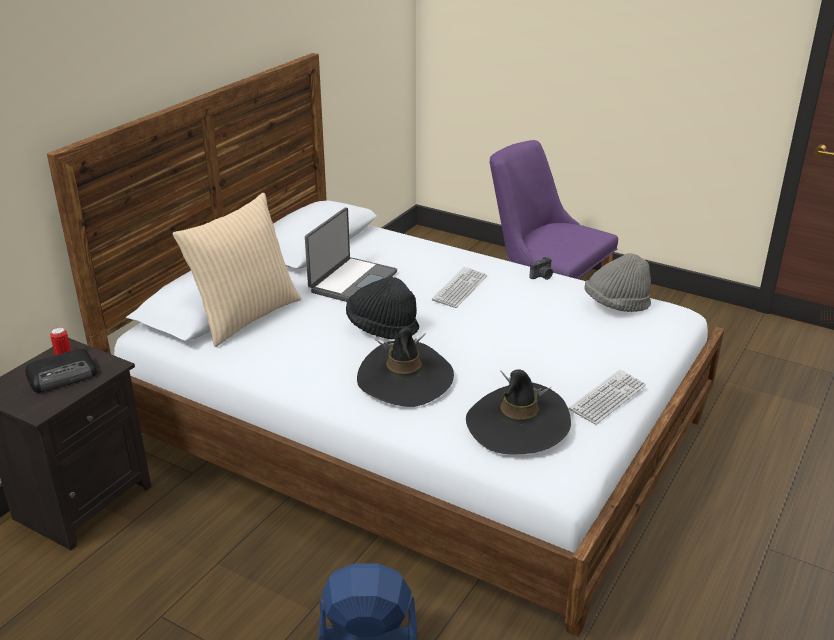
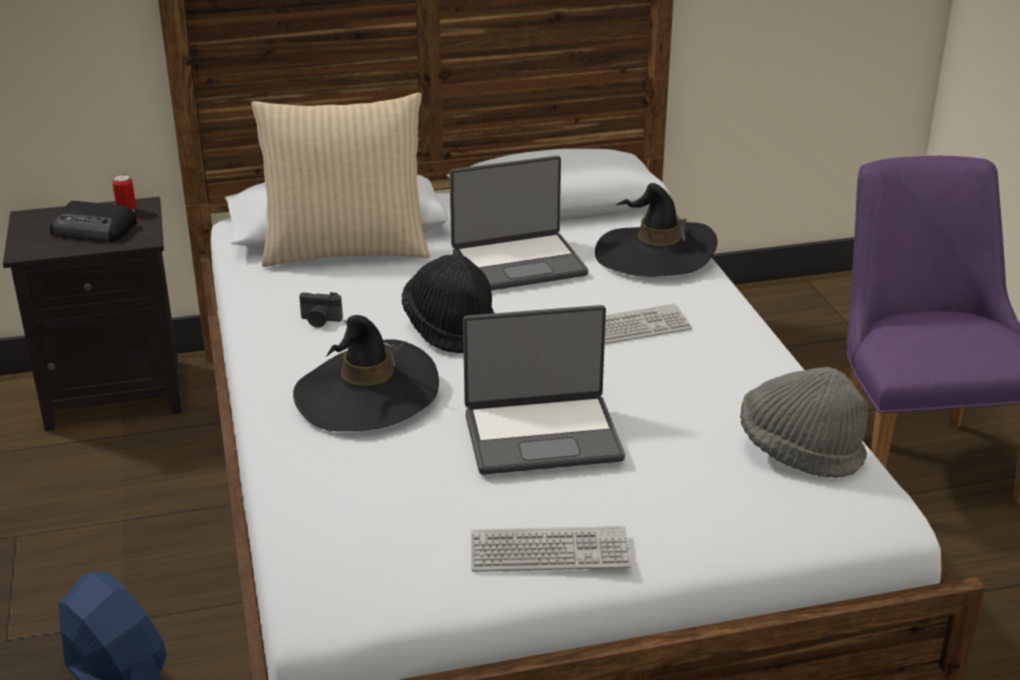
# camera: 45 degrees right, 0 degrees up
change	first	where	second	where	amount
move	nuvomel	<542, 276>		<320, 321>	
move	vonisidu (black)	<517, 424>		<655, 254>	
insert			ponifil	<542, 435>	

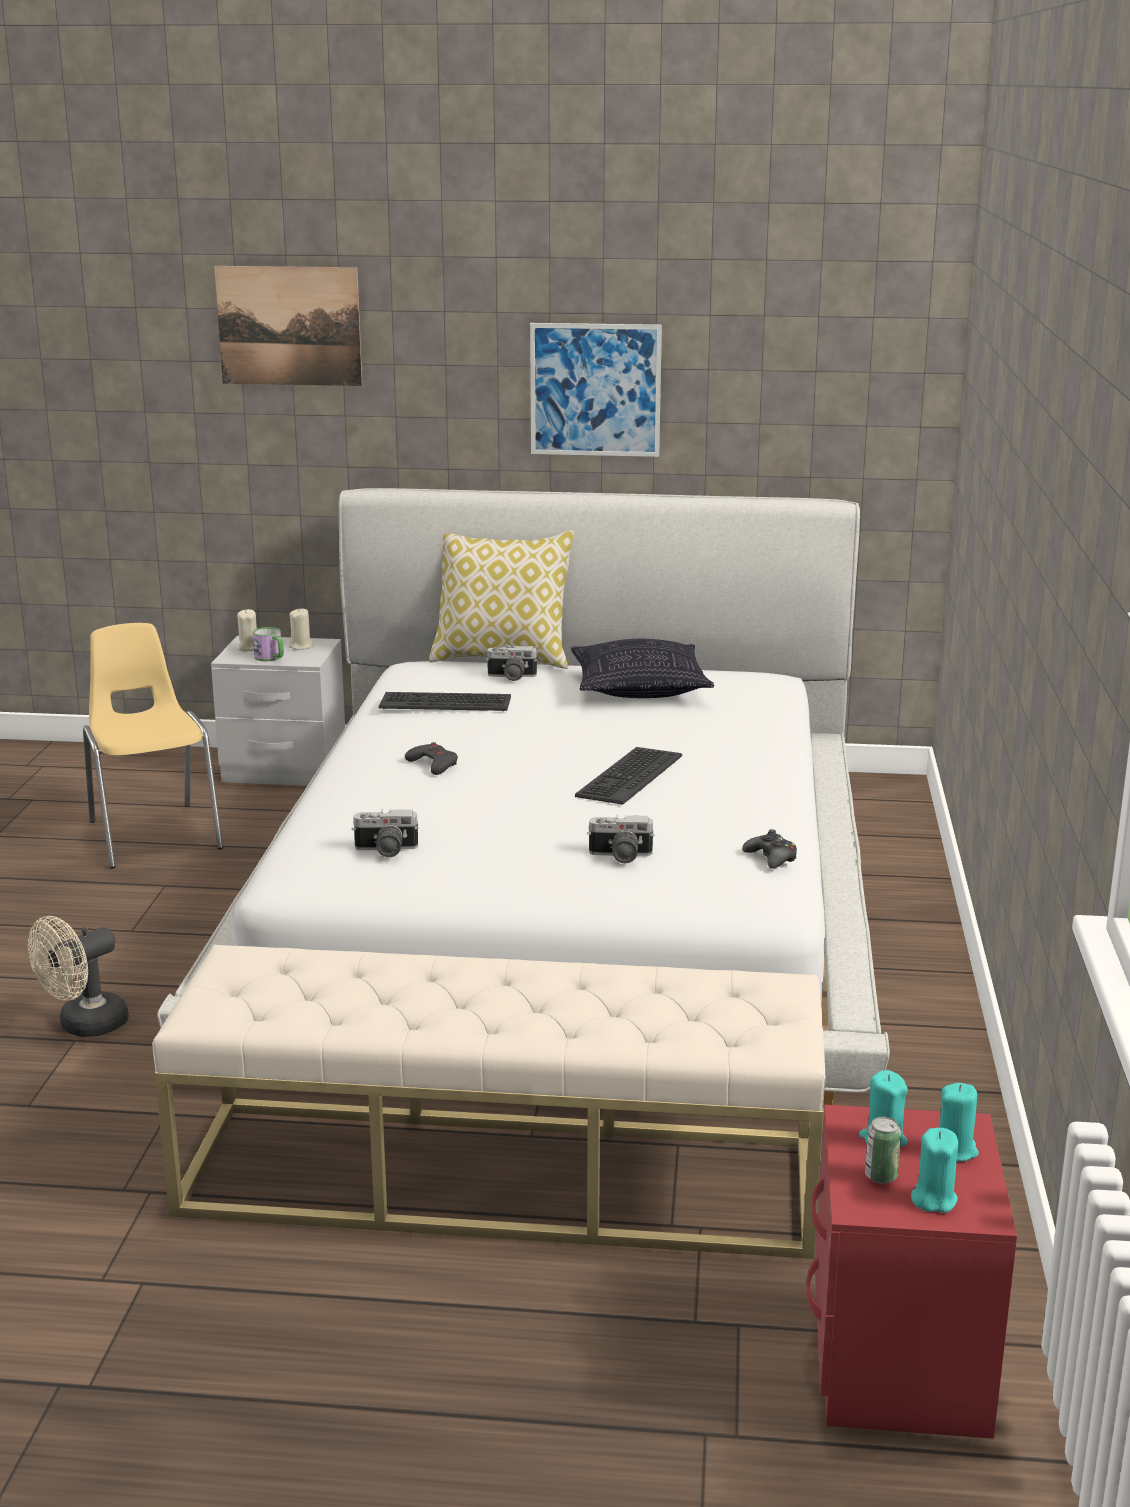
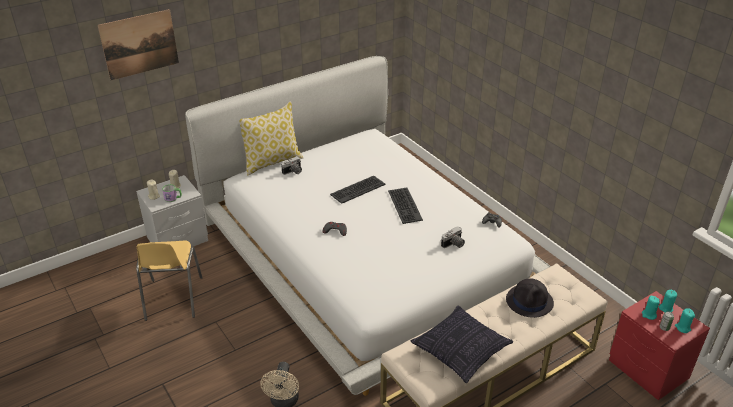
# camera: 40 degrees left, 15 degrees up
change	first	where	second	where	amount
delete	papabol	<595, 390>			
rotate	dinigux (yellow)	<154, 834>		<173, 299>	120 degrees counterclockwise
move	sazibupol	<639, 689>		<461, 351>	
move	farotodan	<445, 703>		<357, 189>	
delete	nuvomel	<385, 851>			
insert			vonisidu (black)	<530, 301>	

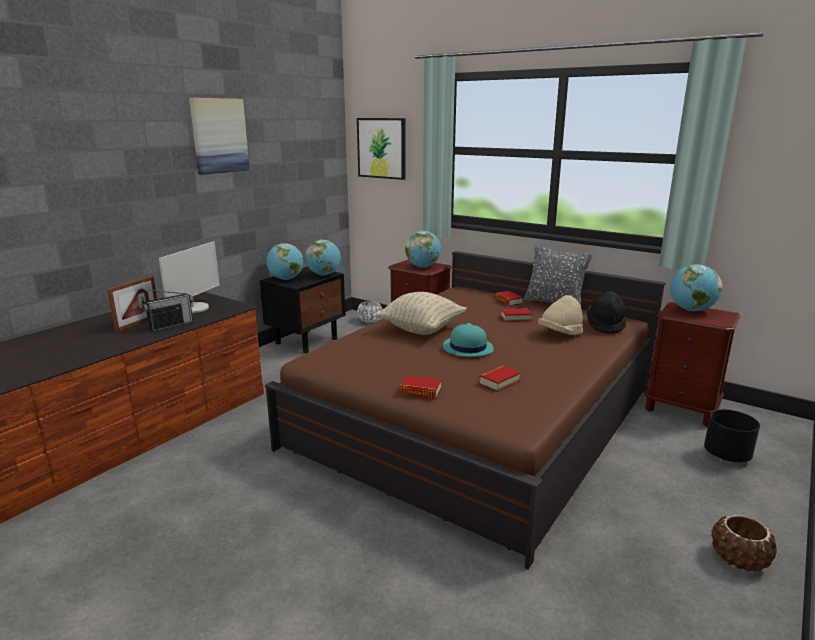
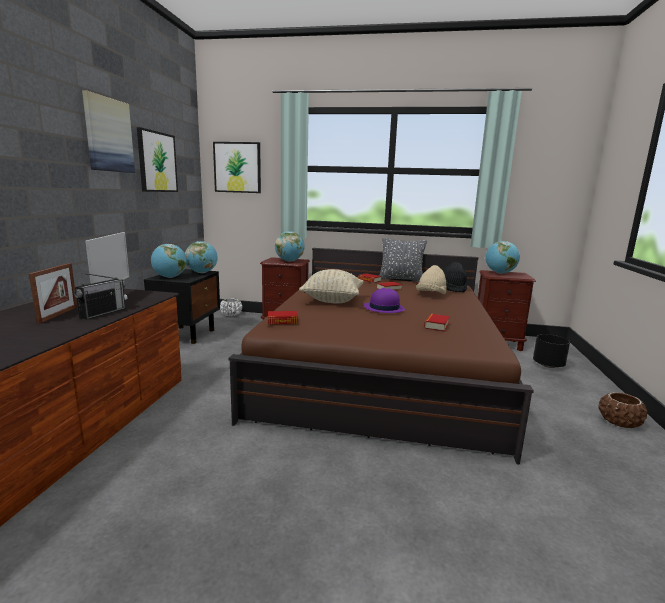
# camera: 25 degrees left, 5 degrees down
change	first	where	second	where	amount
recolor	vonisidu (turquoise)	<467, 348>	vonisidu (purple)	<383, 308>	
move	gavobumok	<420, 391>		<282, 321>	
insert			papabol	<157, 162>	

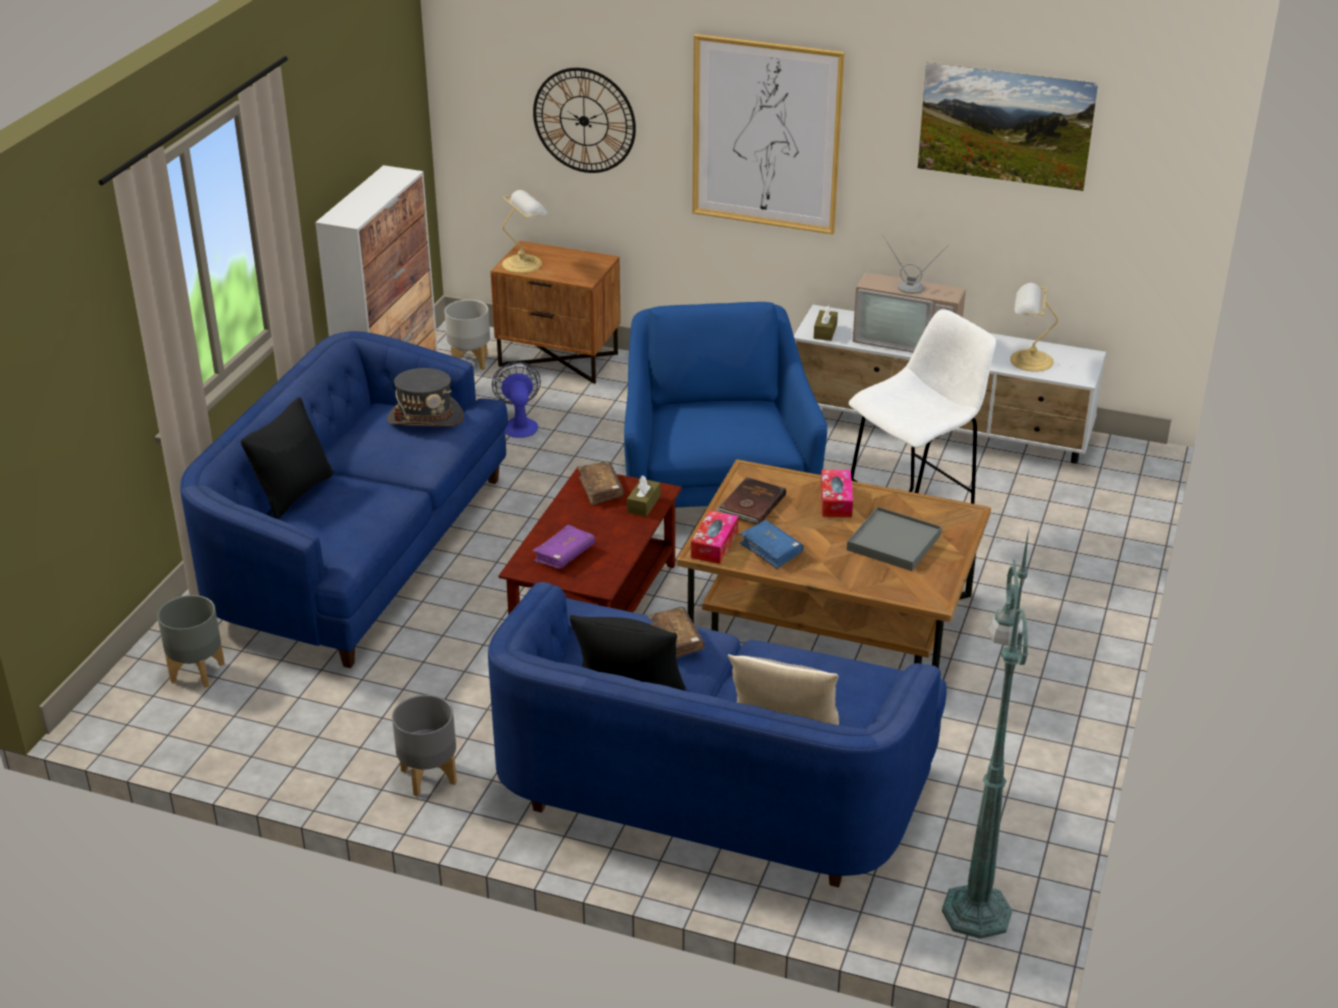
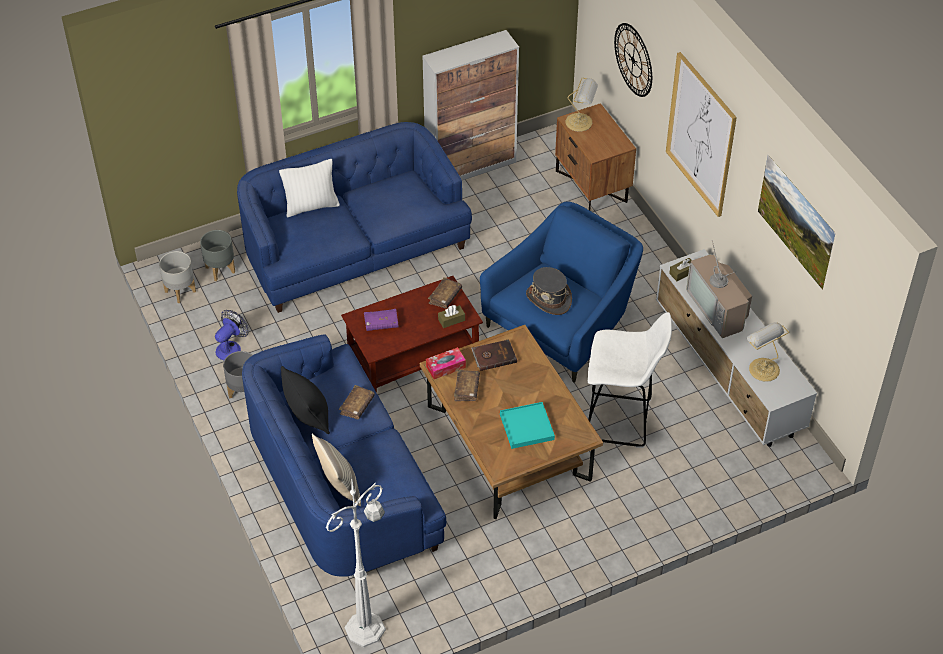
# camera: 45 degrees right, 15 degrees up
change	first	where	second	where	amount
move	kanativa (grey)	<469, 362>		<180, 291>	
move	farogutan	<519, 424>		<231, 347>	
move	vonisidu (grey)	<425, 418>		<549, 299>	
recolor	sazibupol (black)	<294, 494>	sazibupol (white)	<311, 206>	
delete	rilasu	<836, 501>			
recolor	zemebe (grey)	<894, 542>	zemebe (turquoise)	<527, 427>	
recolor	gavobumok (blue)	<771, 550>	gavobumok (brown)	<466, 389>	
recolor	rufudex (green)	<976, 909>	rufudex (white)	<367, 627>	

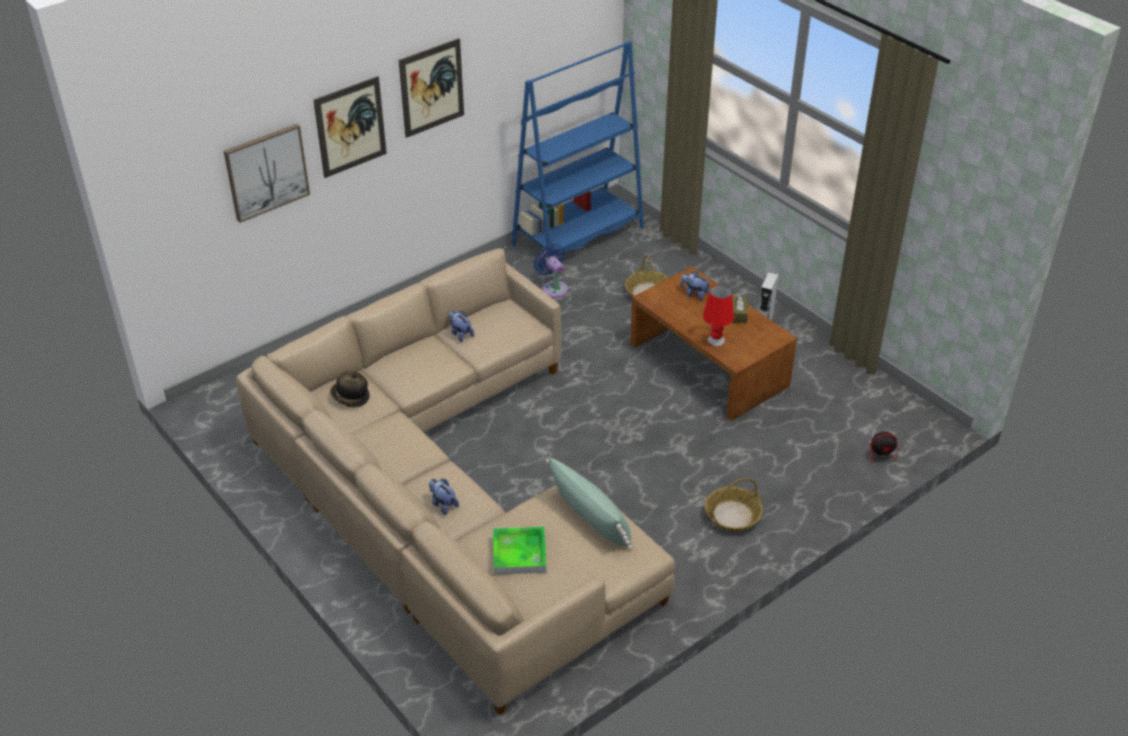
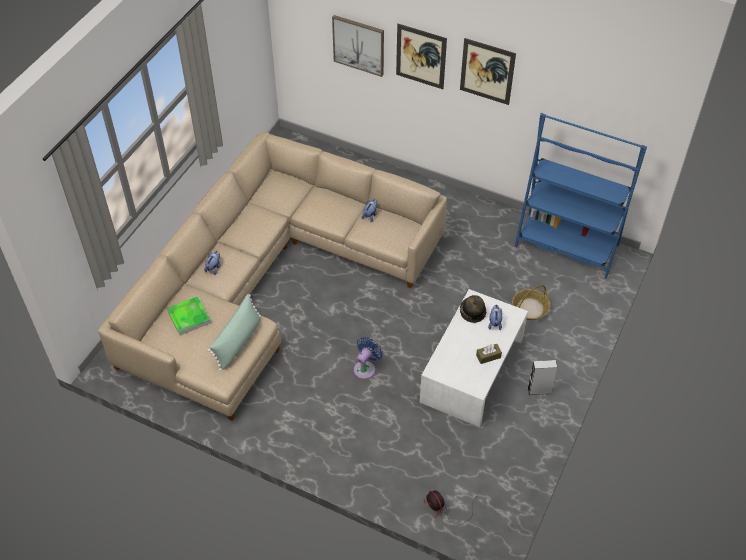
# camera: 65 degrees right, 10 degrees up
change	first	where	second	where	amount
move	farogutan (blue)	<553, 288>		<366, 368>	
recolor	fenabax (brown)	<708, 365>	fenabax (white)	<471, 370>	
delete	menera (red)	<716, 340>			
move	vonisidu	<350, 397>		<472, 312>	
delete	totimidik	<732, 515>			

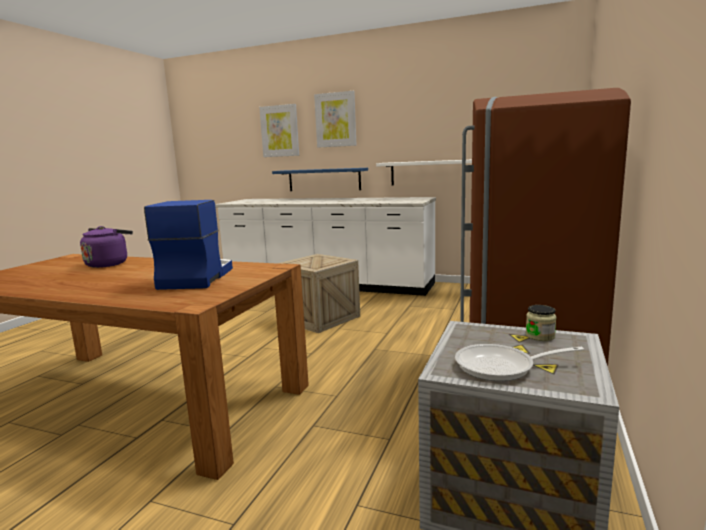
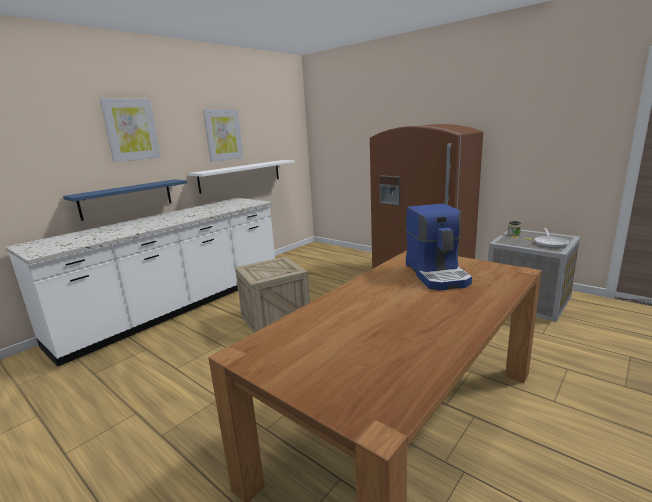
# camera: 70 degrees left, 5 degrees up
change	first	where	second	where	amount
move	papabol	<279, 131>		<223, 135>	
rotate	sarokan	<196, 278>		<438, 274>	120 degrees counterclockwise
delete	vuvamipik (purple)	<109, 264>			

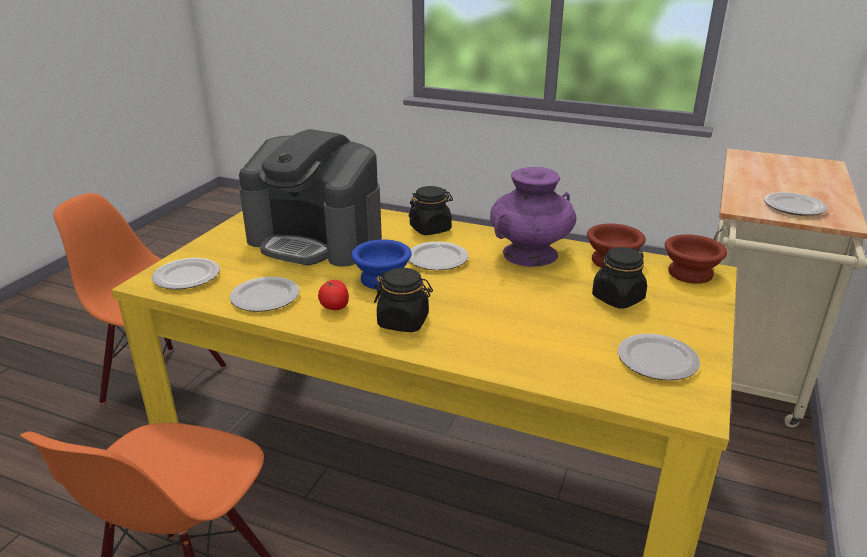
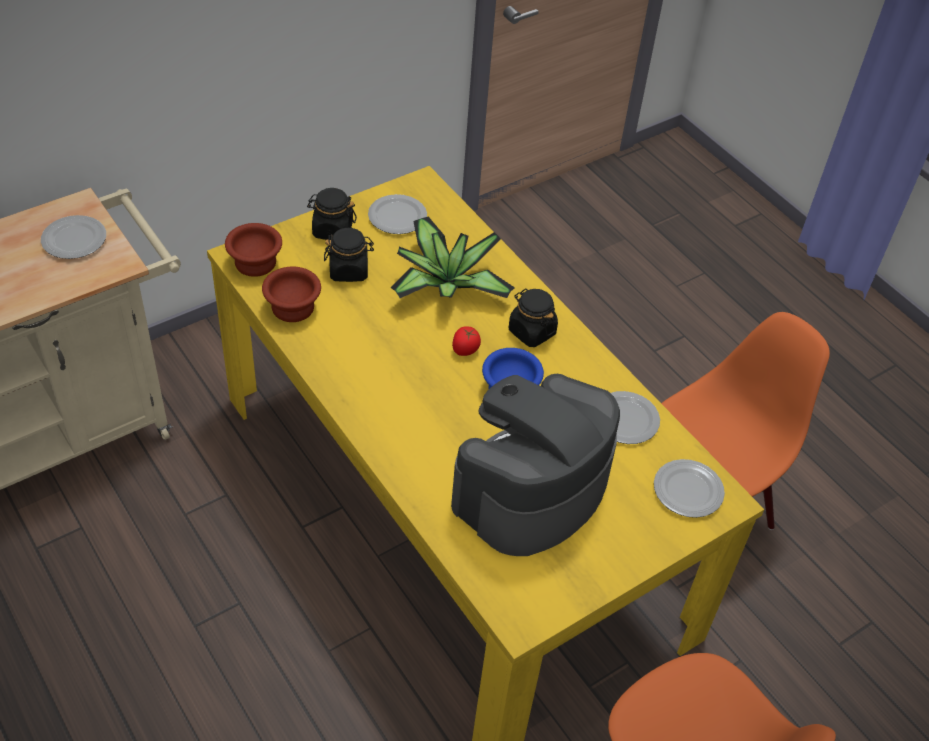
# camera: 150 degrees left, 20 degrees up
change	first	where	second	where	amount
rotate	sarokan	<316, 240>		<530, 491>	105 degrees counterclockwise
delete	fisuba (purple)	<530, 254>			
move	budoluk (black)	<430, 229>		<332, 230>	
delete	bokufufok	<438, 259>			
move	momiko	<335, 307>		<465, 349>	
insert			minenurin	<445, 284>	

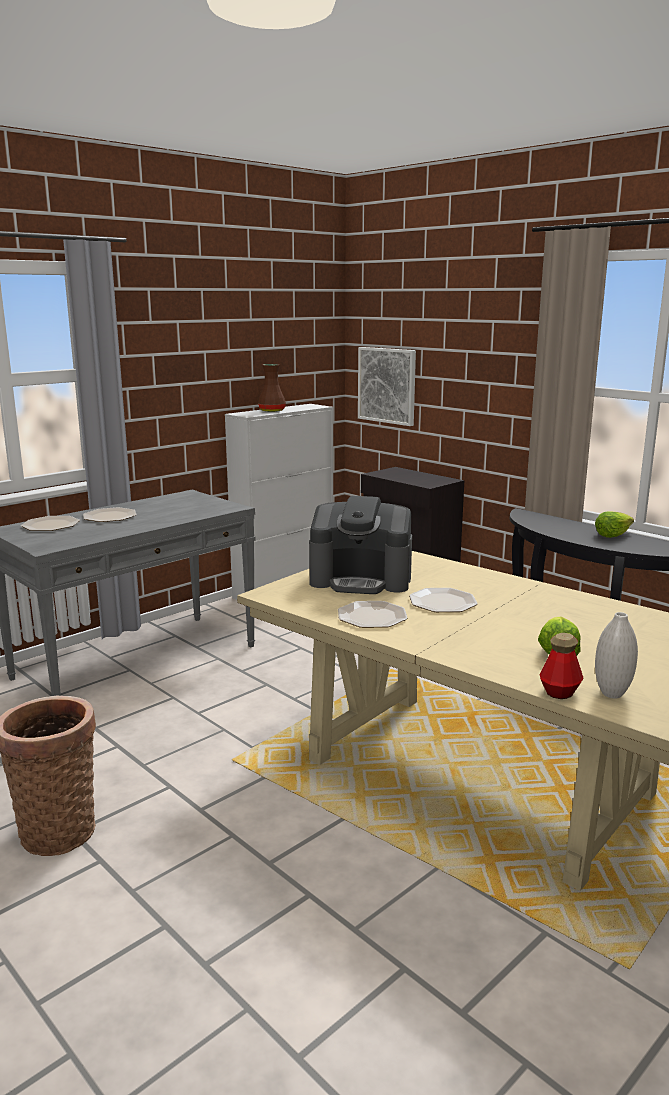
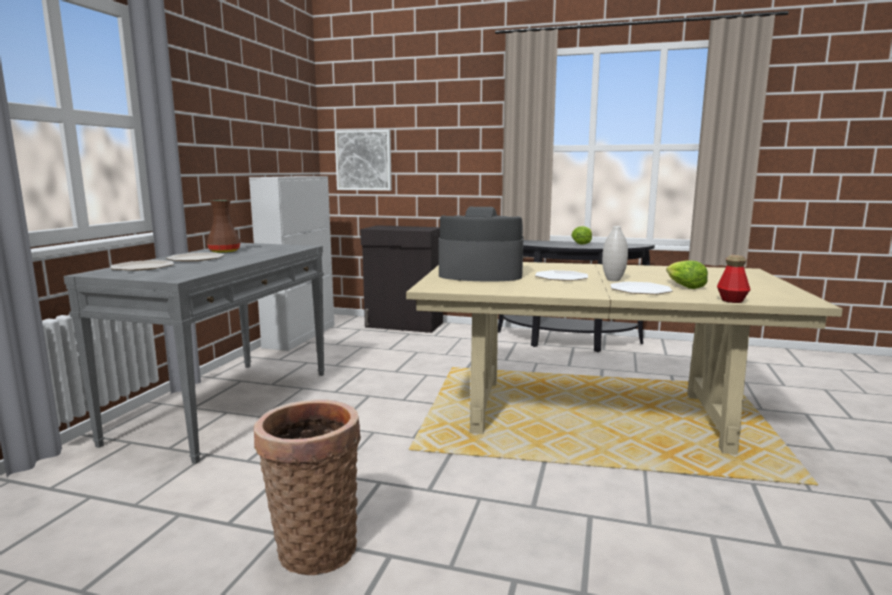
# camera: 30 degrees left, 5 degrees down
change	first	where	second	where	amount
move	fisuba (brown)	<271, 410>		<224, 251>	
rotate	sarokan	<361, 579>		<480, 274>	150 degrees counterclockwise
move	bokufufok	<372, 616>		<640, 290>	
move	fisuba (white)	<611, 694>		<613, 280>	

